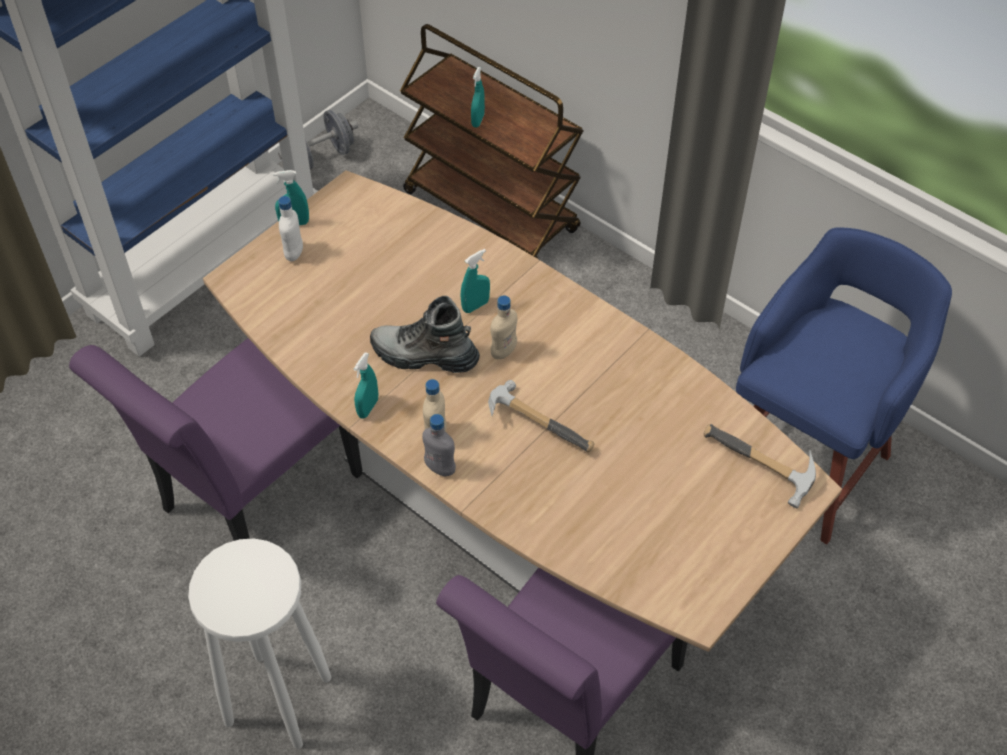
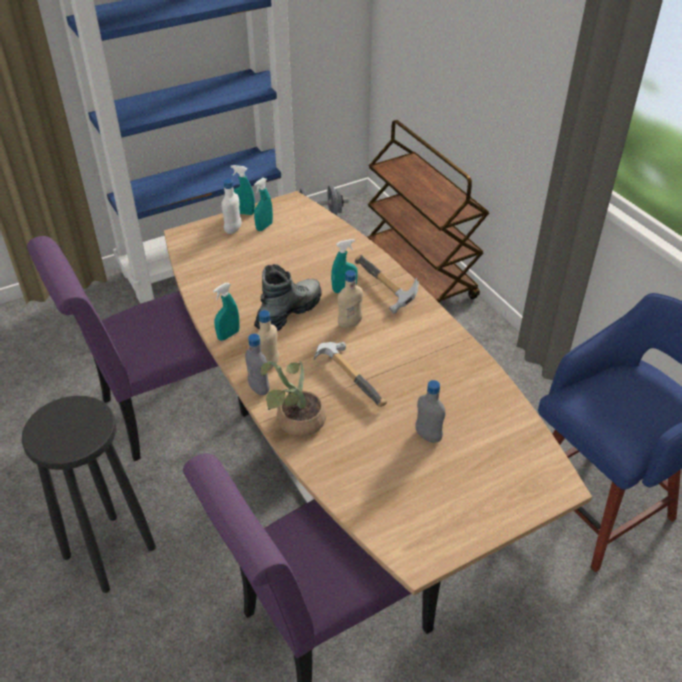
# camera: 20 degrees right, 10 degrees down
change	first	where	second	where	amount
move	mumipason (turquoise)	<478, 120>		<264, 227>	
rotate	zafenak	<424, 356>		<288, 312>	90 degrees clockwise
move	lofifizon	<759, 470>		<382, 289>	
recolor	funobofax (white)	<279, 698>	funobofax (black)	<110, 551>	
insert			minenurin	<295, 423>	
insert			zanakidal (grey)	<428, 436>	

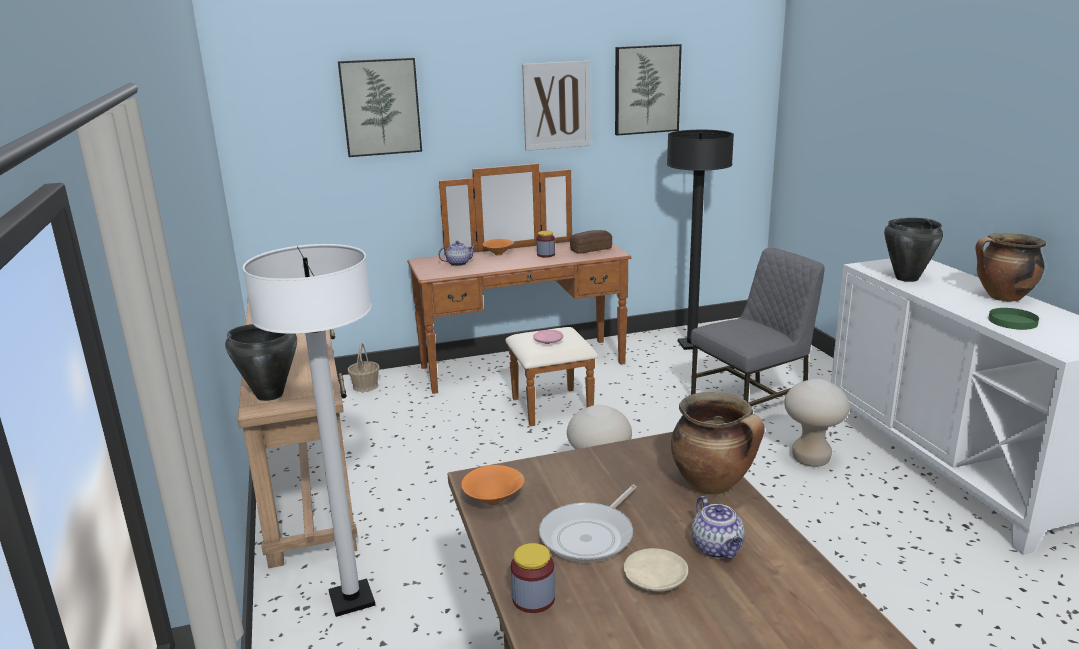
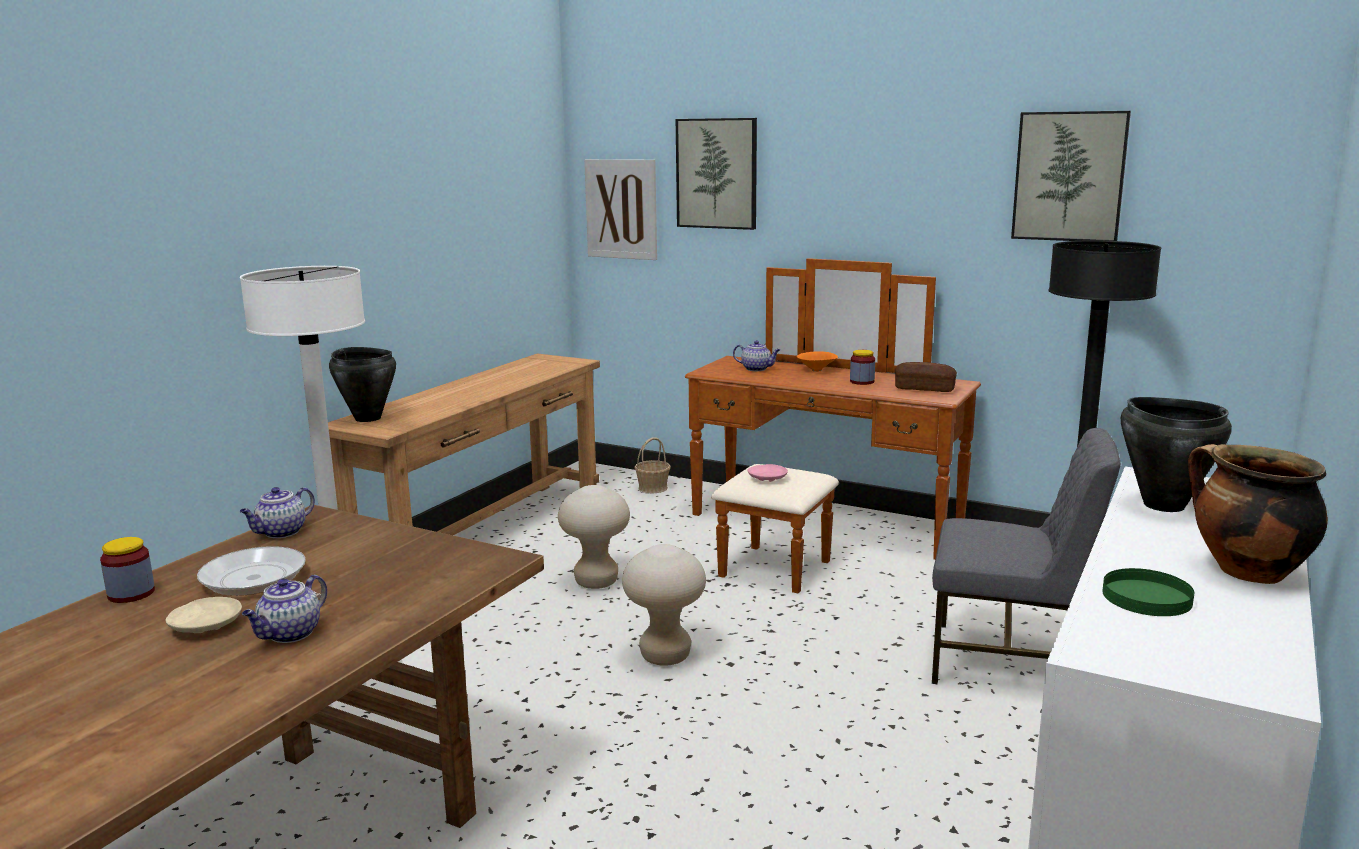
# camera: 45 degrees right, 5 degrees down
change	first	where	second	where	amount
move	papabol	<556, 105>		<621, 209>	
move	funobofax (beige)	<810, 459>		<596, 582>	
delete	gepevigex	<713, 485>			
replace	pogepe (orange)	<495, 501>	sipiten	<281, 533>	
rotate	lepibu	<590, 536>		<257, 581>	45 degrees clockwise

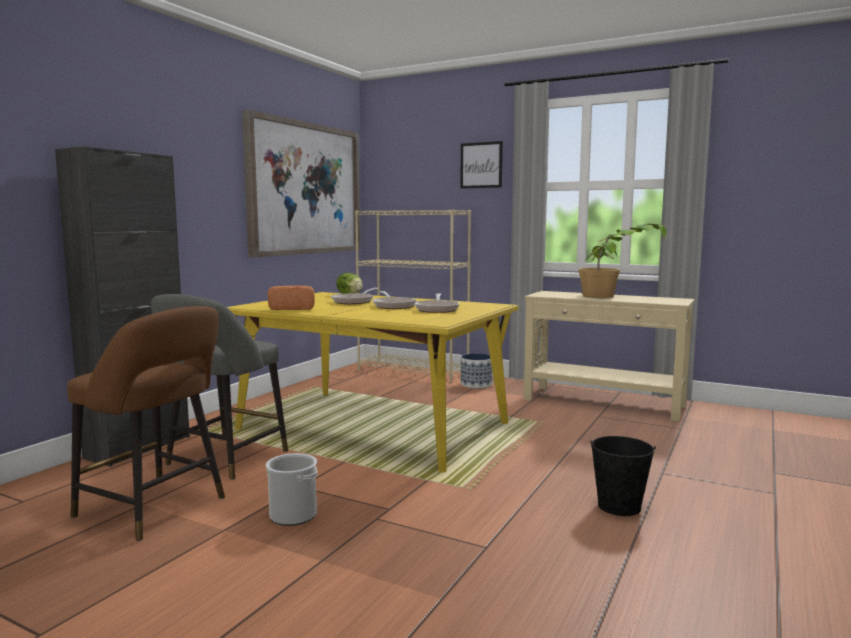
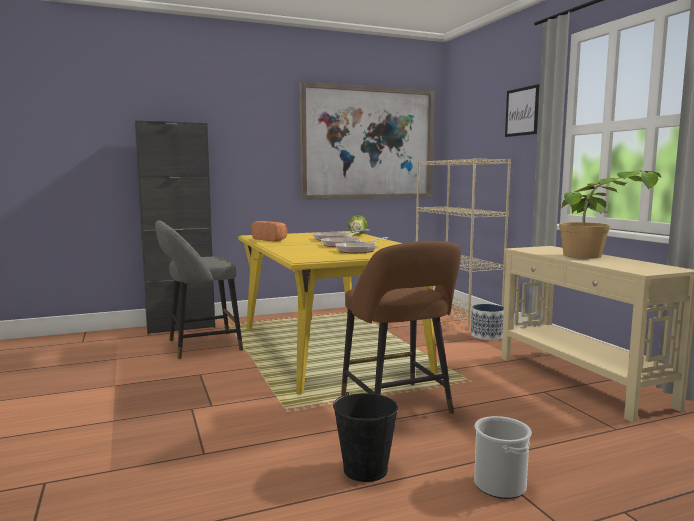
# camera: 40 degrees right, 0 degrees up
change	first	where	second	where	amount
move	funobofax (brown)	<156, 509>		<398, 407>	
move	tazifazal	<293, 515>		<499, 485>	

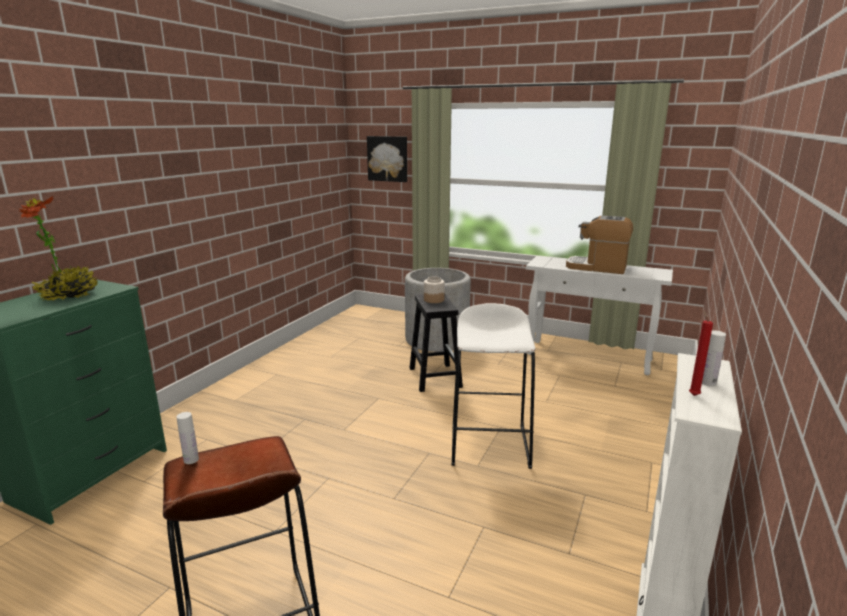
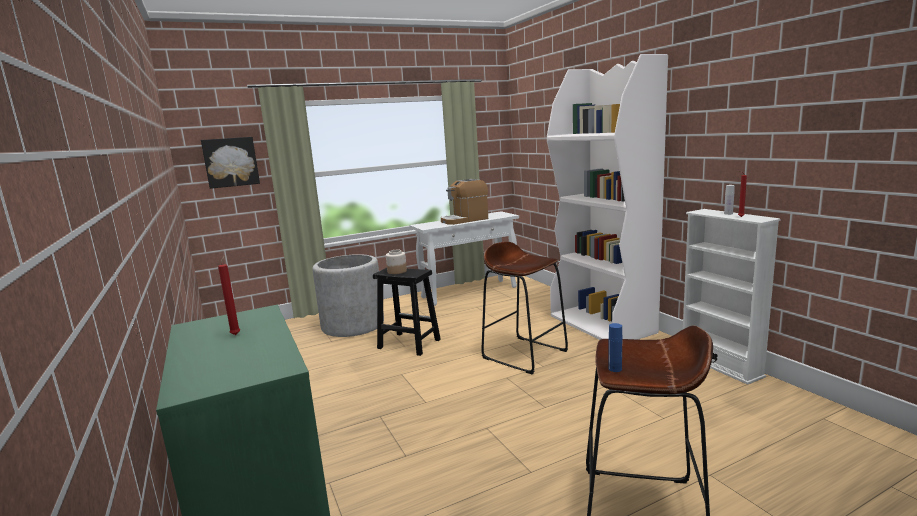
# camera: 50 degrees left, 5 degrees down
change	first	where	second	where	amount
replace	minenurin	<69, 296>	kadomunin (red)	<236, 334>	
recolor	funobofax (white)	<490, 444>	funobofax (brown)	<524, 354>	
recolor	zanakidal (white)	<191, 460>	zanakidal (blue)	<615, 369>	
insert			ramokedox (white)	<602, 324>	

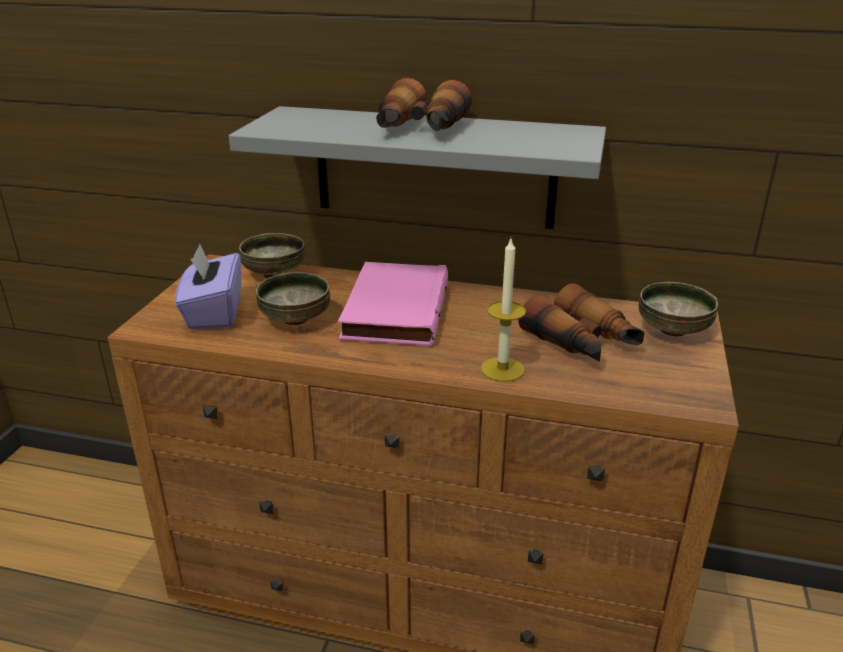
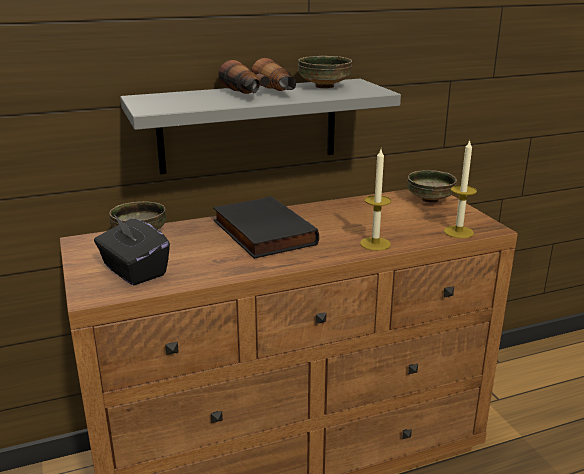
# camera: 35 degrees left, 5 degrees down
change	first	where	second	where	amount
recolor	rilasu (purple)	<214, 313>	rilasu (black)	<133, 271>	
recolor	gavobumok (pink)	<393, 309>	gavobumok (black)	<261, 233>	
move	pogepe	<296, 319>		<324, 87>	
delete	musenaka	<582, 343>			
insert			kadomunin	<458, 232>	

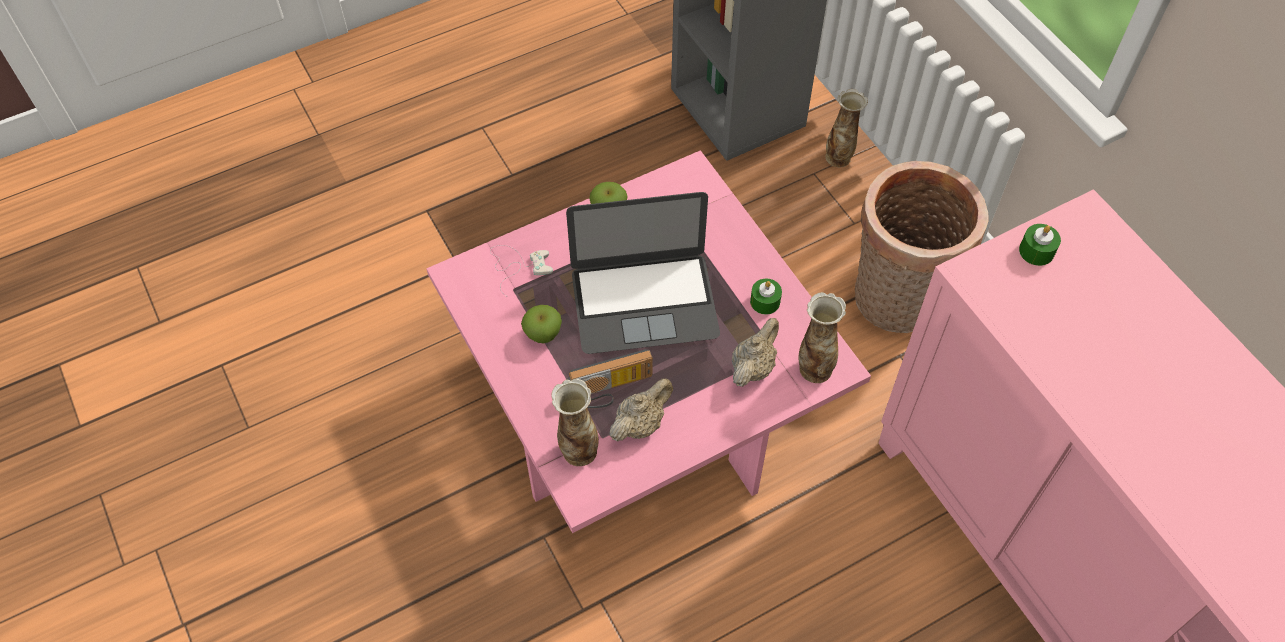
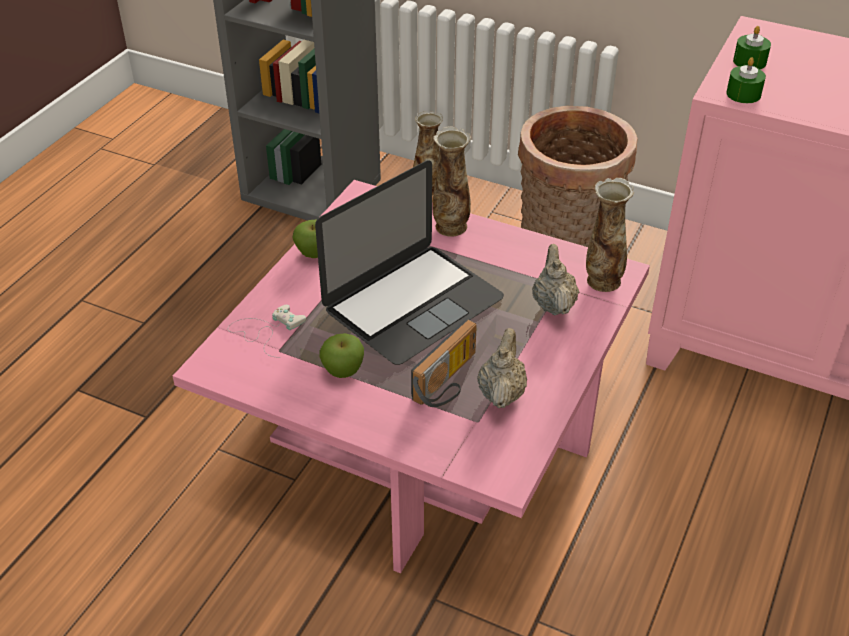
# camera: 35 degrees left, 15 degrees down
change	first	where	second	where	amount
move	kadomunin (green)	<765, 302>		<743, 94>	
move	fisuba	<578, 451>		<450, 227>	

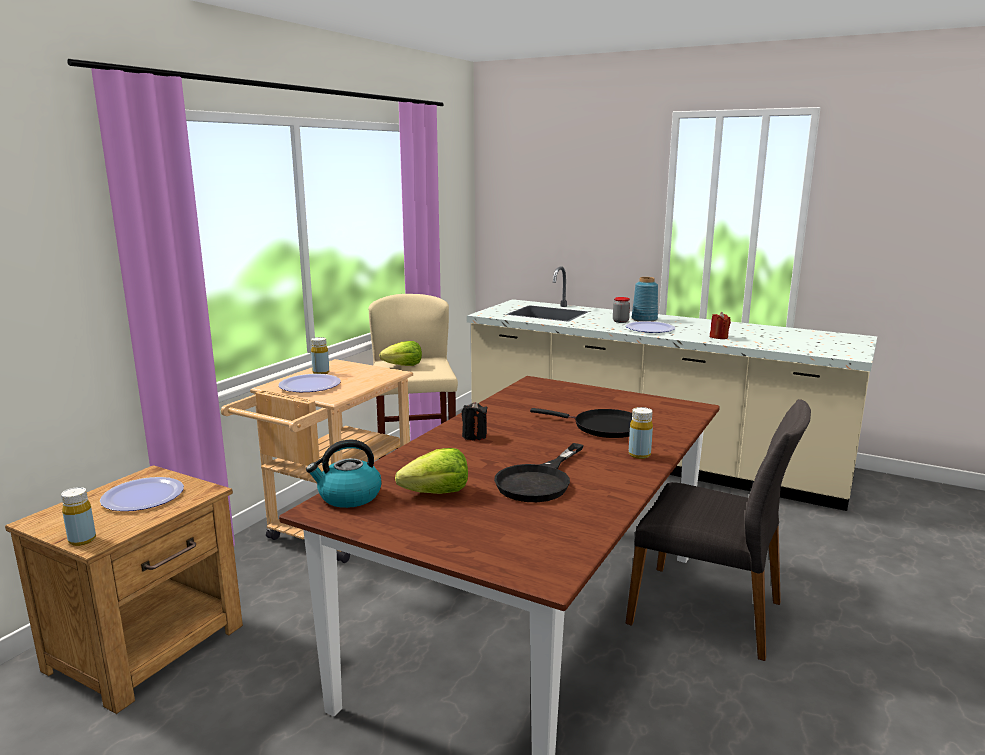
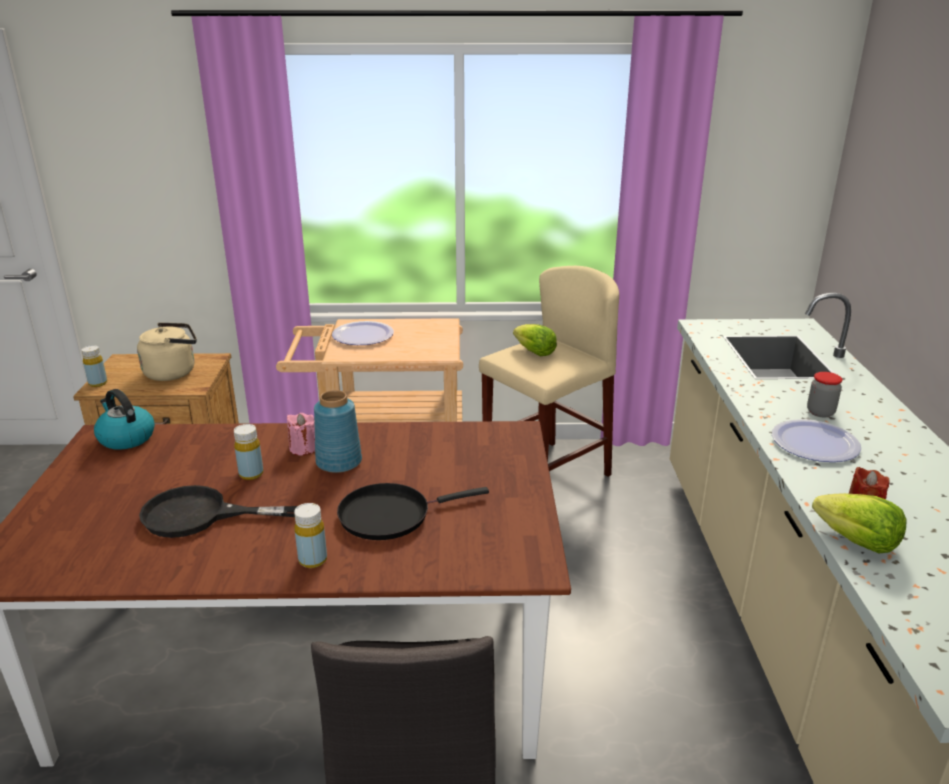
# camera: 60 degrees right, 10 degrees up
change	first	where	second	where	amount
move	fisuba (blue)	<644, 319>		<338, 462>	
move	zanakidal (yellow)	<321, 373>		<251, 474>	
recolor	kadomunin (black)	<474, 436>	kadomunin (pink)	<303, 448>	
rotate	lepibu (black)	<603, 427>		<390, 515>	75 degrees clockwise
move	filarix	<437, 493>		<856, 541>	
replace	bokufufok	<143, 496>	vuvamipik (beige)	<173, 372>	

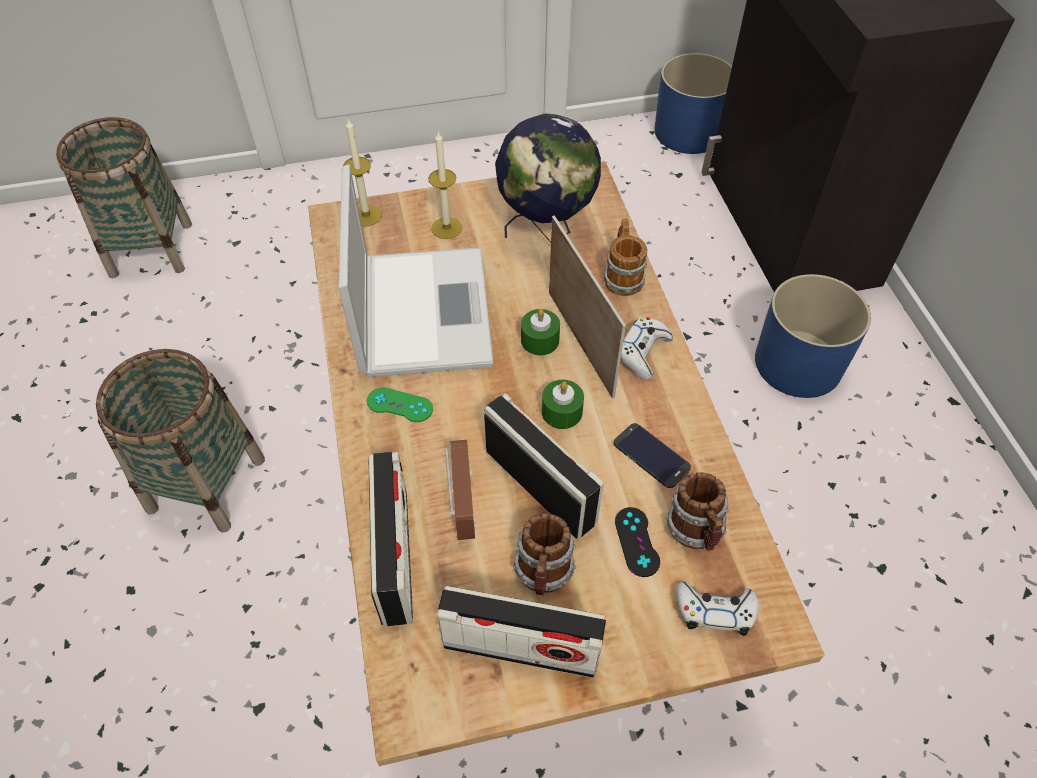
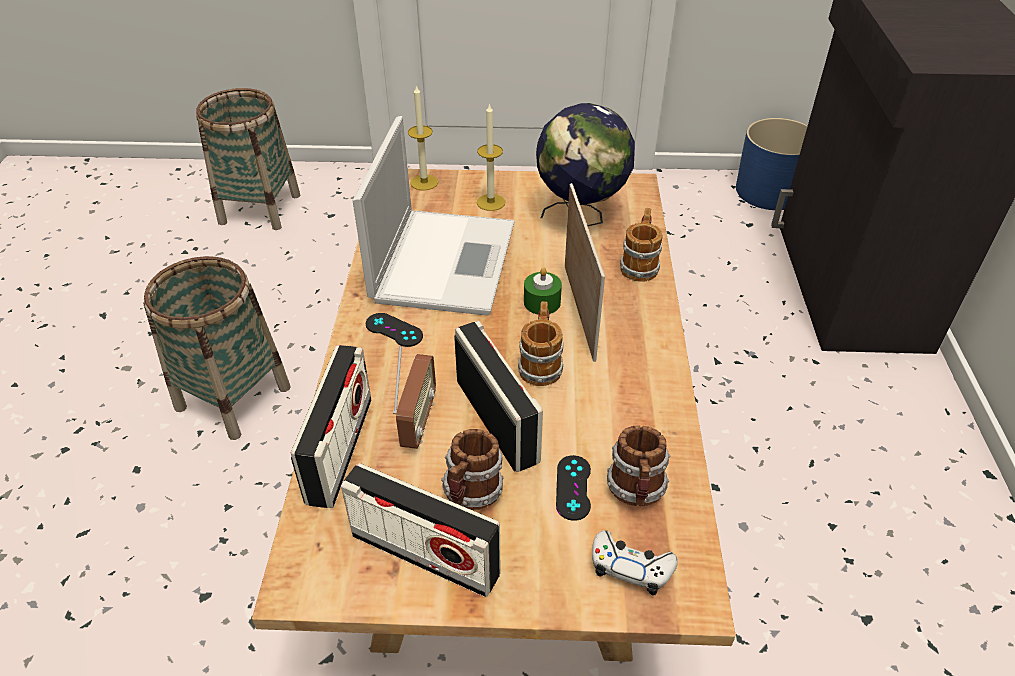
# camera: 15 degrees right, 10 degrees down
change	first	where	second	where	amount
delete	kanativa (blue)	<798, 363>			
delete	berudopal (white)	<643, 352>			
replace	kadomunin (green)	<562, 412>	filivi	<541, 363>	
recolor	berudopal (green)	<399, 405>	berudopal (black)	<394, 330>	
delete	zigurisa	<651, 456>			

